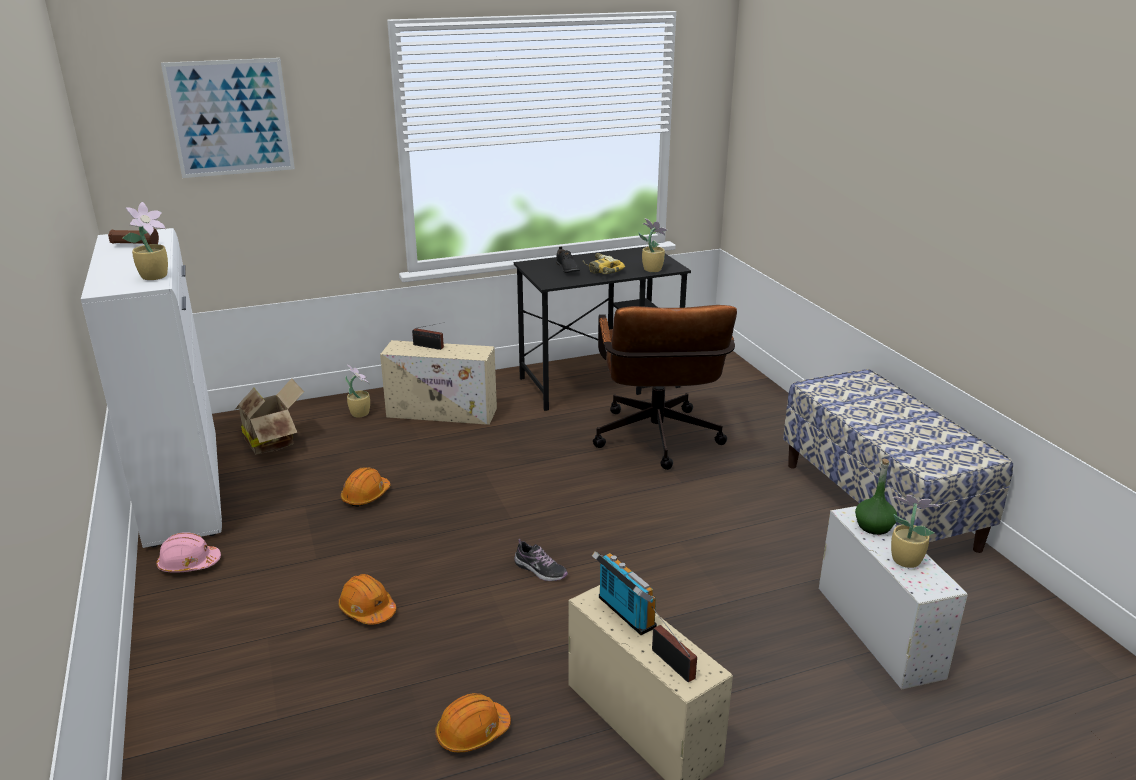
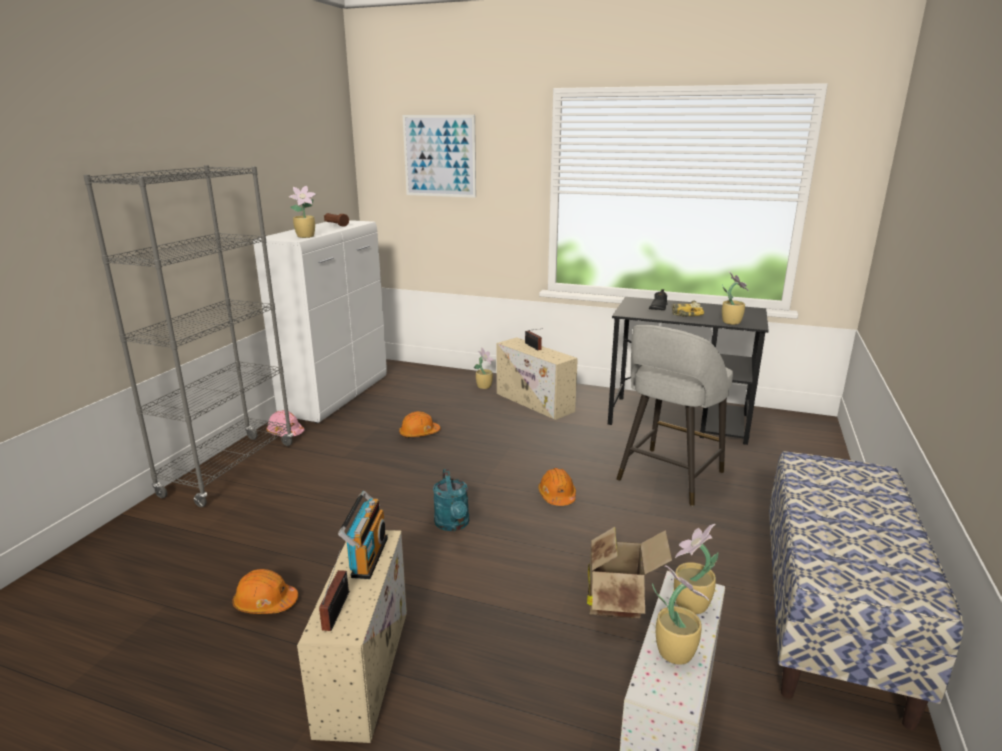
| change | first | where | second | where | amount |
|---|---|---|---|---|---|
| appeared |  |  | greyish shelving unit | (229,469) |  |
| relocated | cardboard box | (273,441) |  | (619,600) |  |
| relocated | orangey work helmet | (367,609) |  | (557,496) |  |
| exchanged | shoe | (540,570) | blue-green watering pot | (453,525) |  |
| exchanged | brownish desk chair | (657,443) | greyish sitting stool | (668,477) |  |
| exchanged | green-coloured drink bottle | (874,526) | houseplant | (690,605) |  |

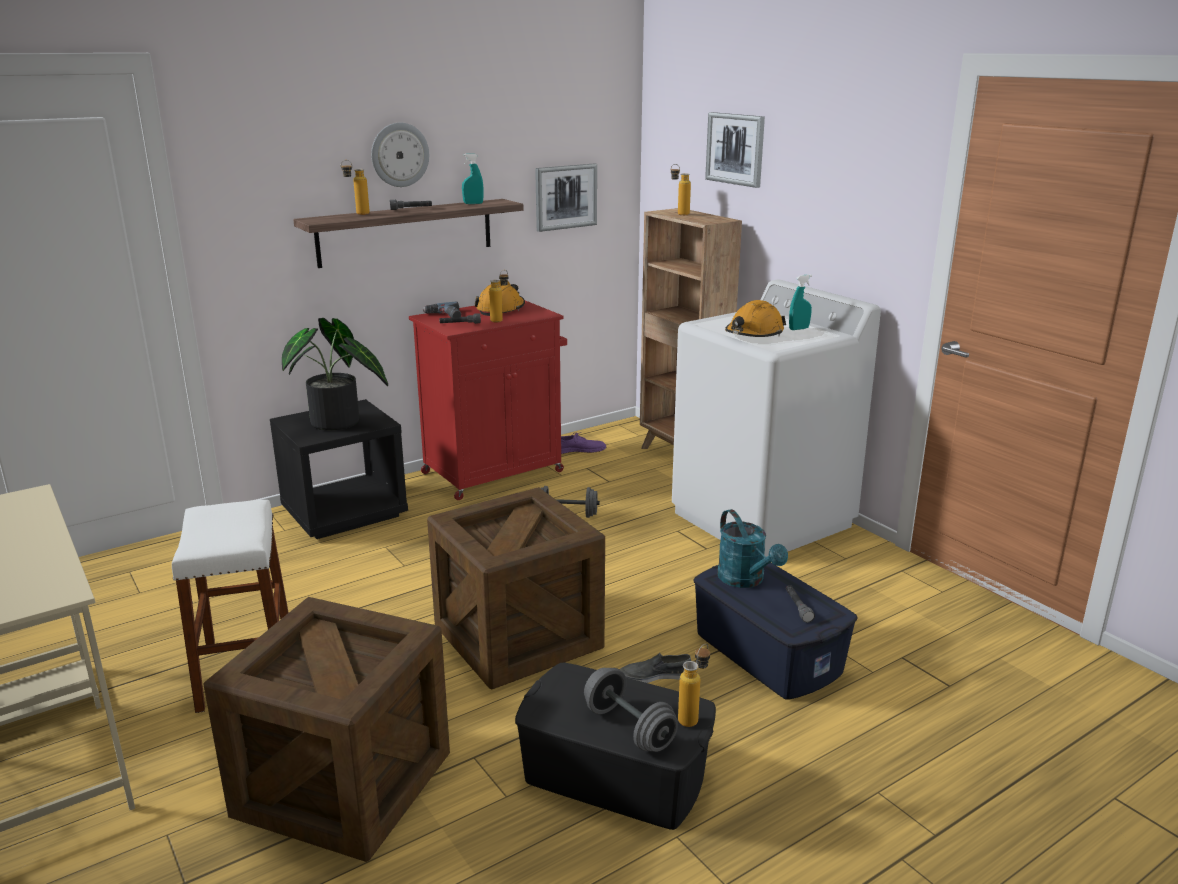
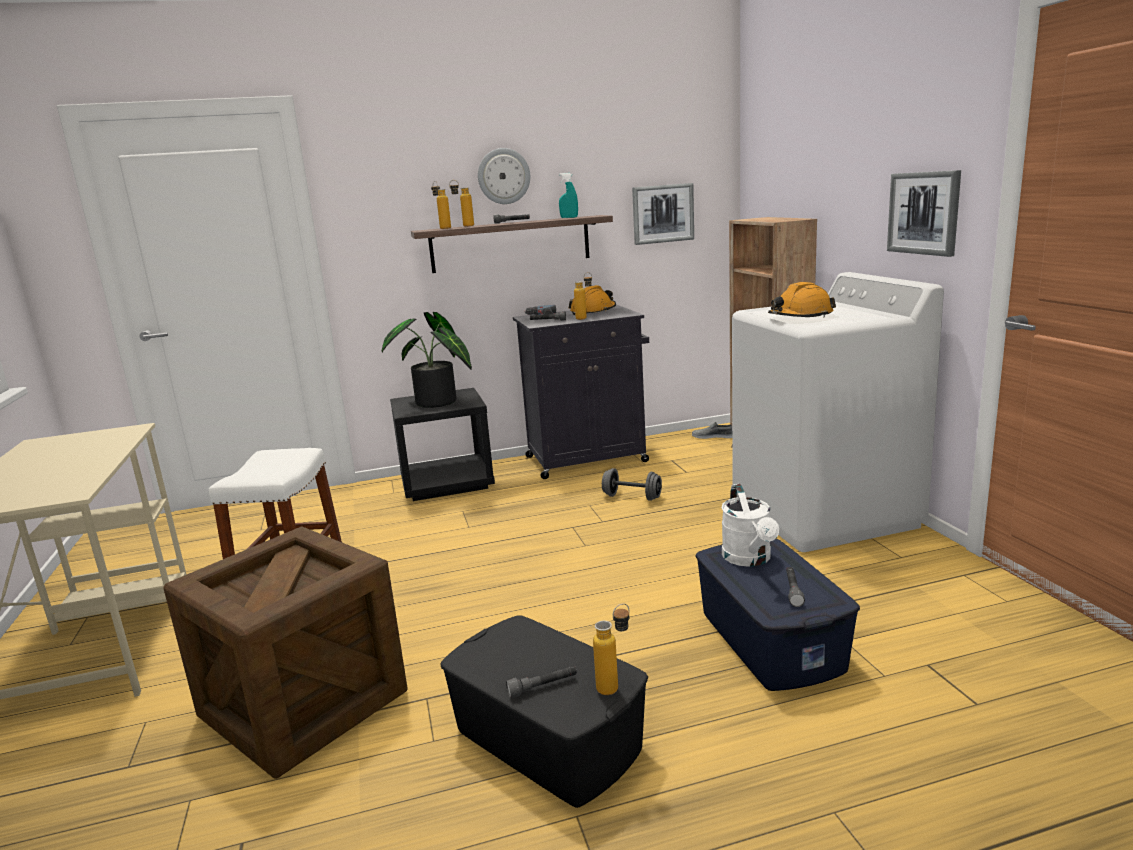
| change | first | where | second | where | amount |
|---|---|---|---|---|---|
| missing | crate | (518,637) |  |  |  |
| missing | purple-coloured shoe | (578,450) |  |  |  |
| missing | blue-green hand sprayer | (799,329) |  |  |  |
| relocated | greyish shoe | (655,675) |  | (713,436) |  |
| relocated | drink bottle | (679,214) |  | (443,228) |  |
| relocated | wall picture | (735,149) |  | (924,213) |  |
| exchanged | greyish dumbbell | (629,728) | greyish torch | (543,687) |  |
| colour | red-coloured cabinet | (495,471) | black cabinet | (588,459) |  |
| colour | blue-green watering pot | (746,580) | whitish watering pot | (749,559) |  |

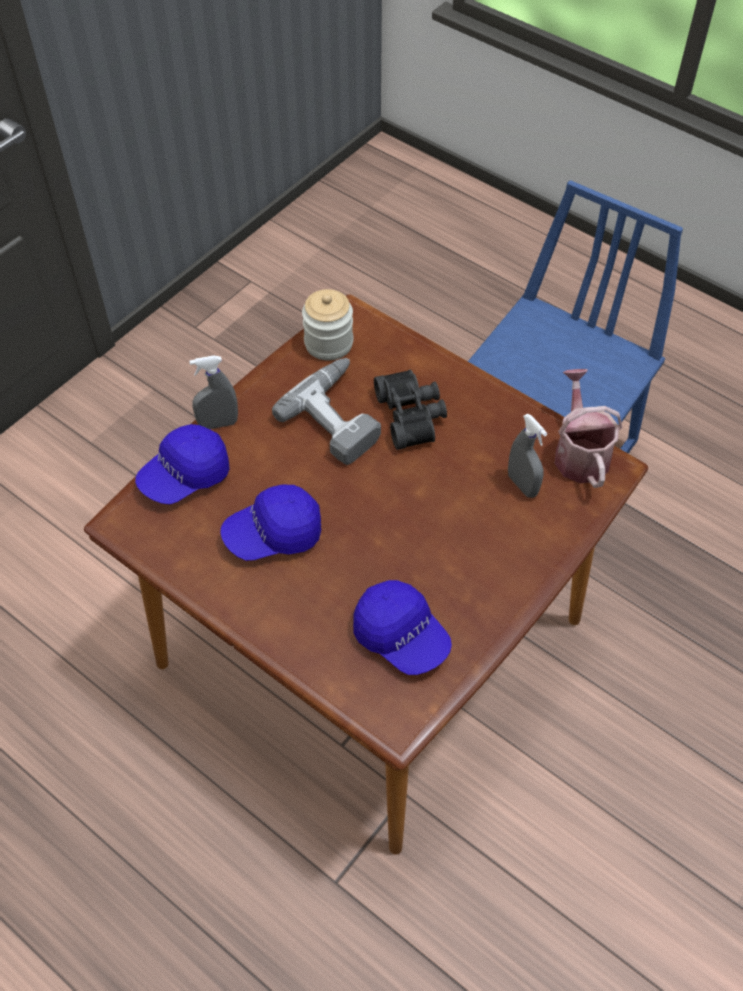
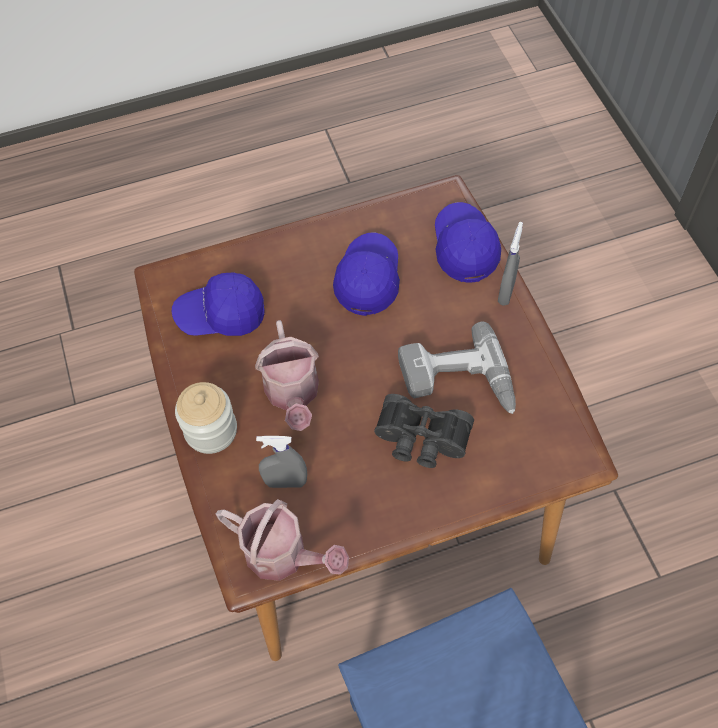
| change | first | where | second | where | amount |
|---|---|---|---|---|---|
| appeared |  |  | watering pot | (293,394) |  |
| relocated | preserve jar | (328,343) |  | (211,430) |  |

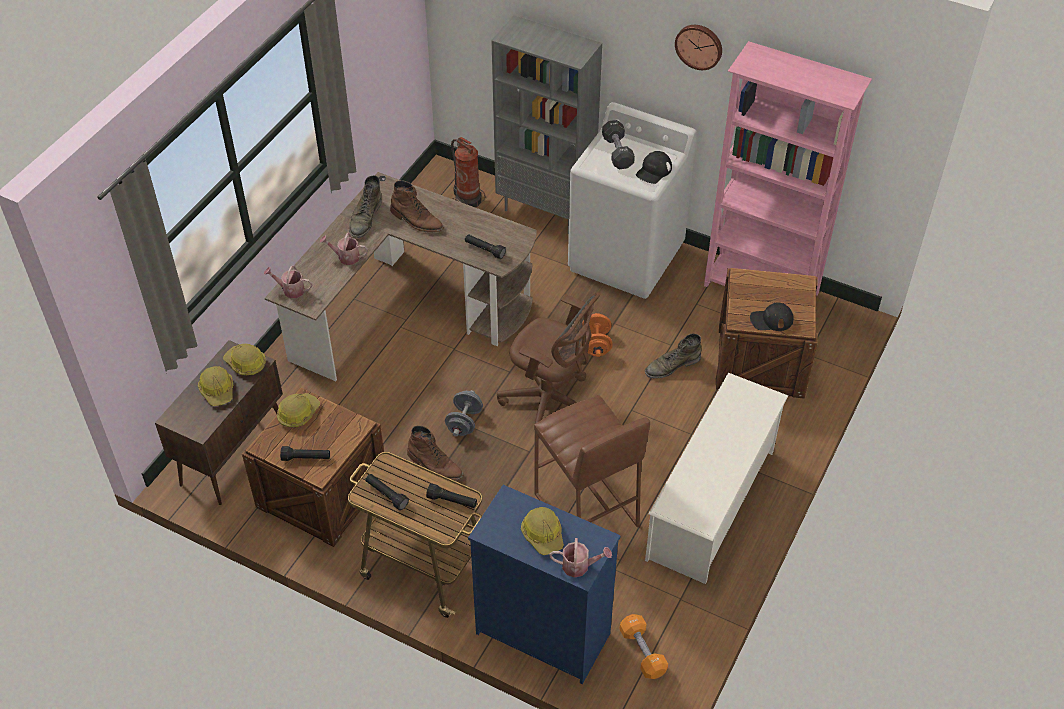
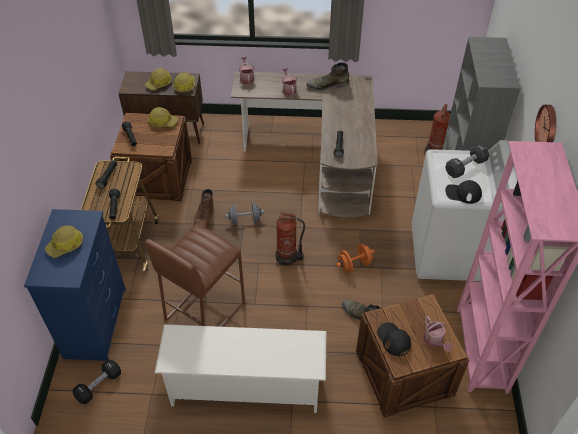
| change | first | where | second | where | amount |
|---|---|---|---|---|---|
| missing | brownish boot | (416,220) |  |  |  |
| relocated | watering pot | (579,566) |  | (434,341) |  |
| exchanged | brownish desk chair | (550,401) | fire-fighting cylinder | (287,257) |  |
| colour | orangey dumbbell | (642,652) | black dumbbell | (99,385) |  |

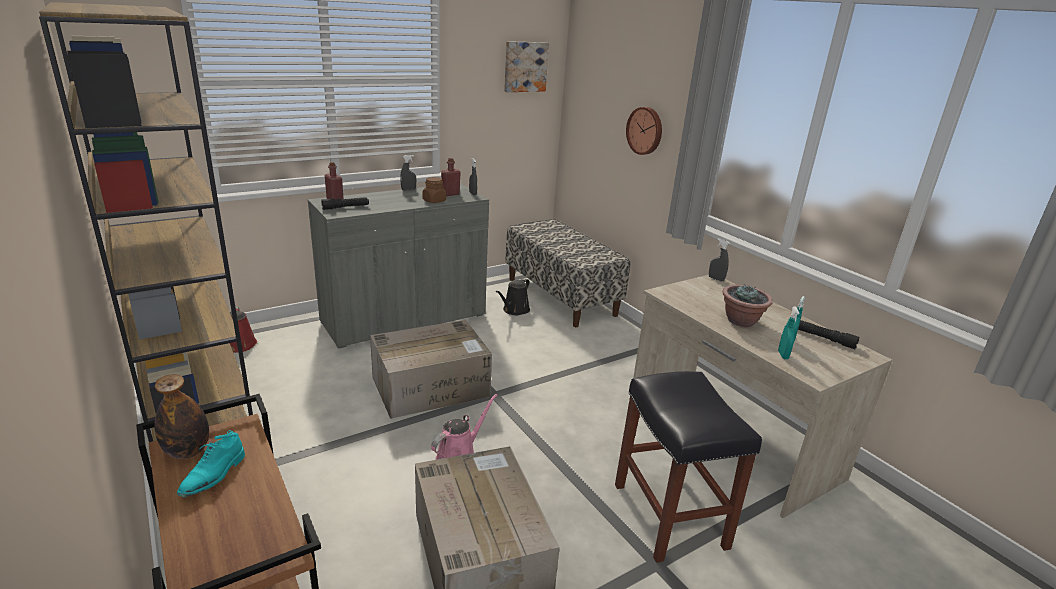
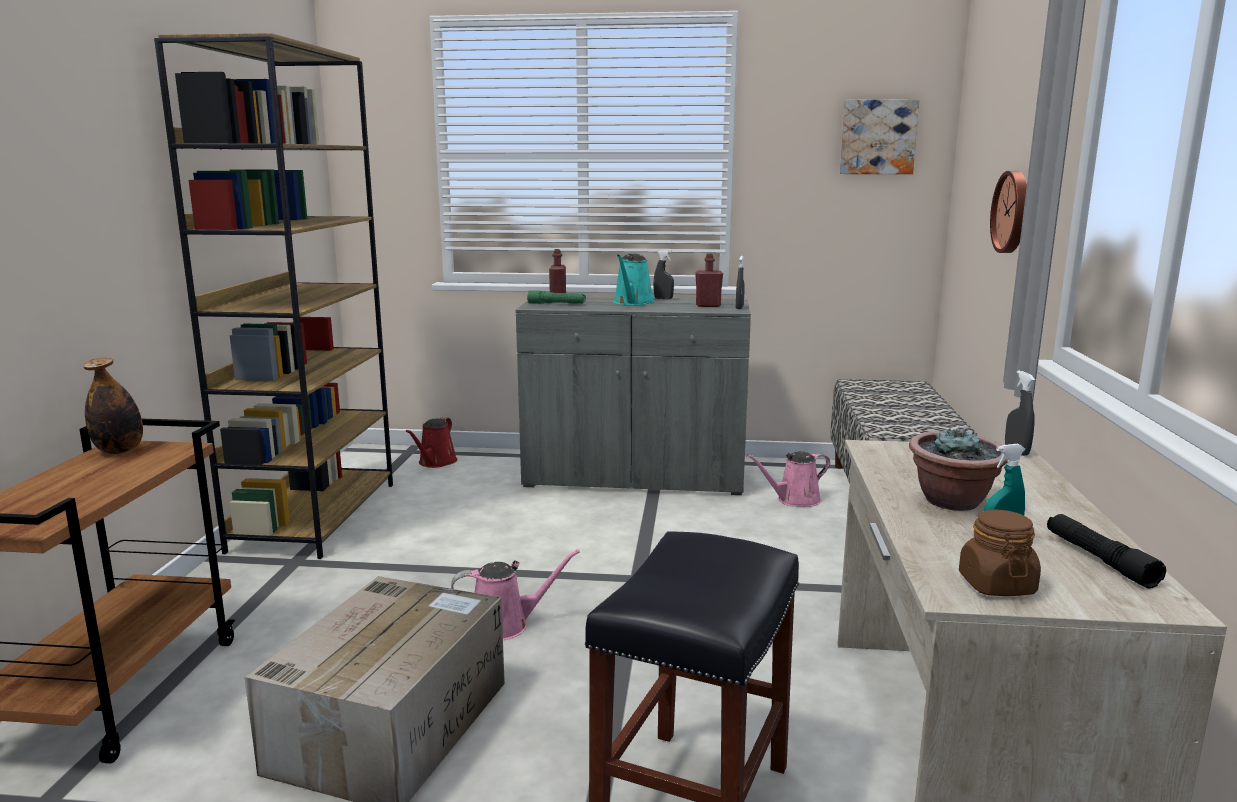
| change | first | where | second | where | amount |
|---|---|---|---|---|---|
| missing | blue-green shoe | (214,476) |  |  |  |
| missing | cardboard box | (432,386) |  |  |  |
| missing | blue-green hand sprayer | (783,355) |  |  |  |
| appeared |  |  | blue-green watering pot | (632,302) |  |
| relocated | brownish preserve jar | (434,201) |  | (996,585) |  |
| colour | black torch | (345,207) | green-coloured torch | (556,304) |  |
| colour | black watering pot | (514,310) | pinkish watering pot | (794,500) |  |

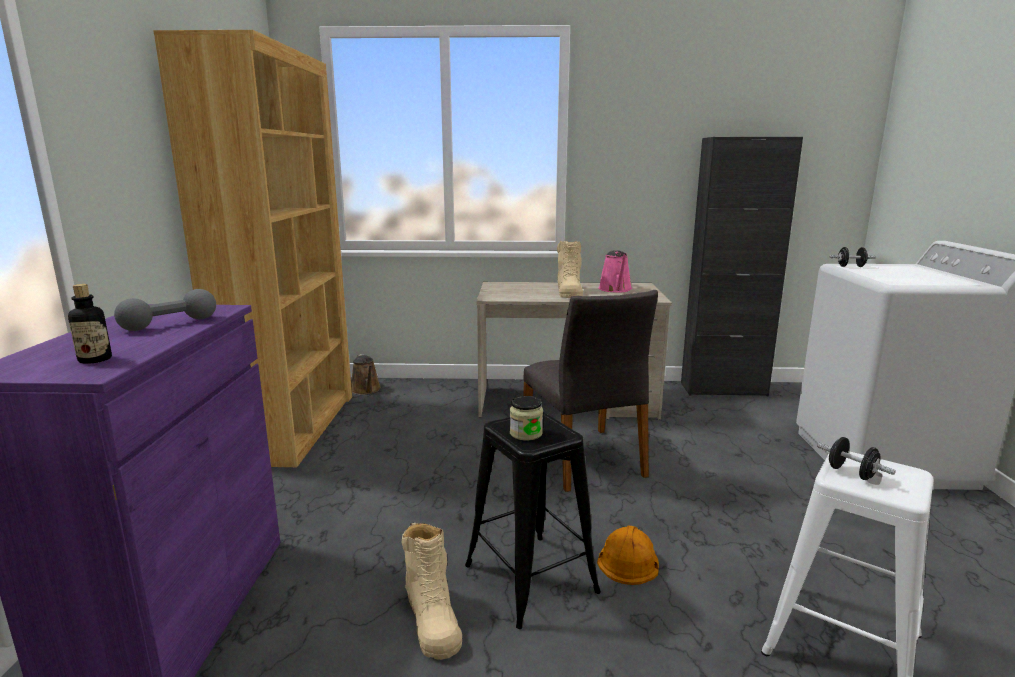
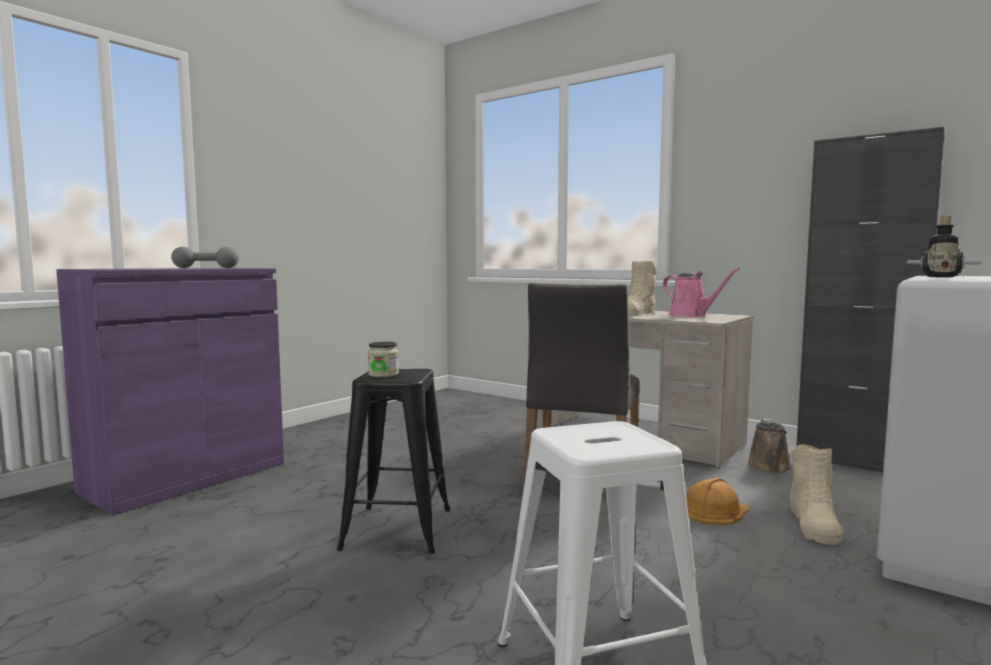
| change | first | where | second | where | amount |
|---|---|---|---|---|---|
| missing | brownish shelving unit | (294,427) |  |  |  |
| missing | black dumbbell | (851,473) |  |  |  |
| relocated | drink bottle | (95,359) |  | (940,277) |  |
| relocated | brownish watering pot | (366,390) |  | (770,468) |  |
| relocated | beige-coloured boot | (432,619) |  | (814,524) |  |
| relocated | orangey work helmet | (628,559) |  | (714,510) |  |
| spun | pinkish watering pot | (616,289) |  | (691,315) | 75 degrees counterclockwise |

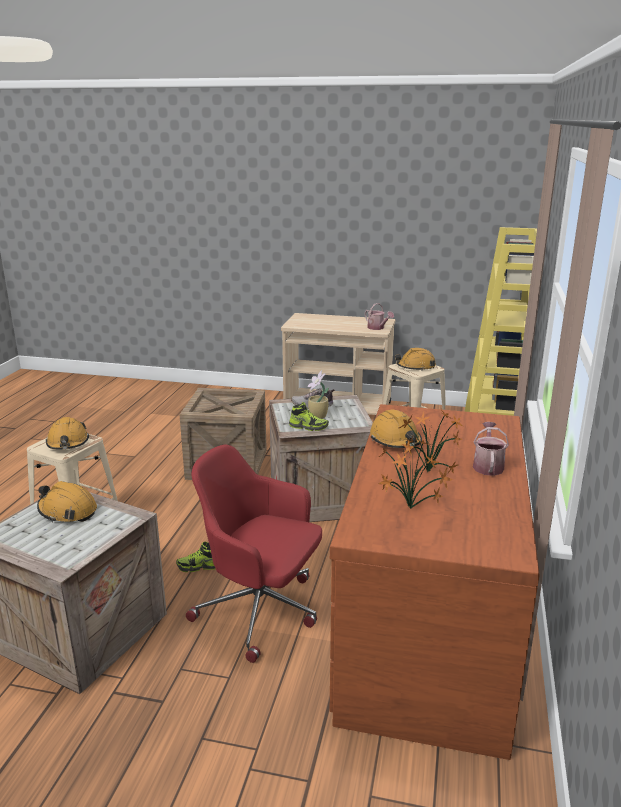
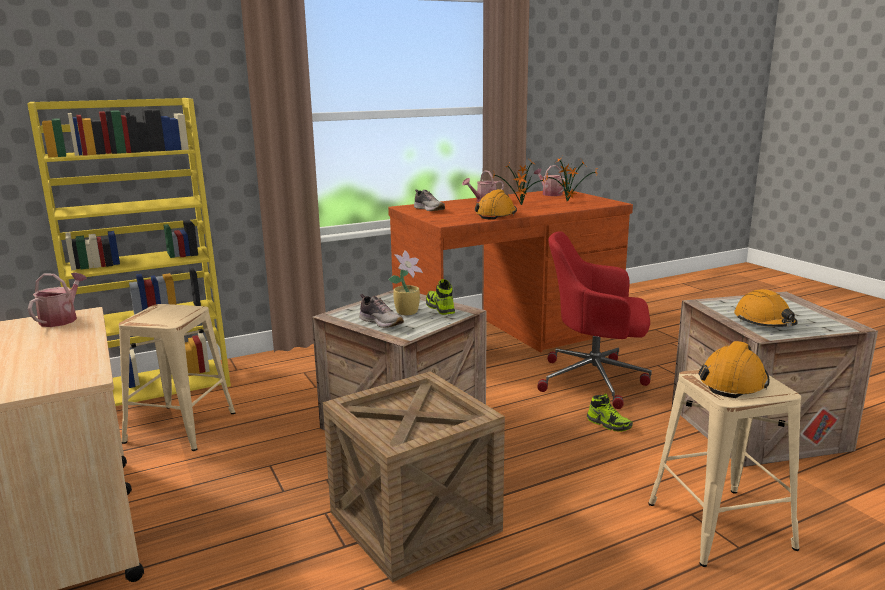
| change | first | where | second | where | amount |
|---|---|---|---|---|---|
| missing | orangey work helmet | (415,367) |  |  |  |
| appeared |  |  | shoe | (429,209) |  |
| appeared |  |  | watering pot | (550,194) |  |
| spun | red-coloured desk chair | (261,610) |  | (595,380) | 120 degrees clockwise |

